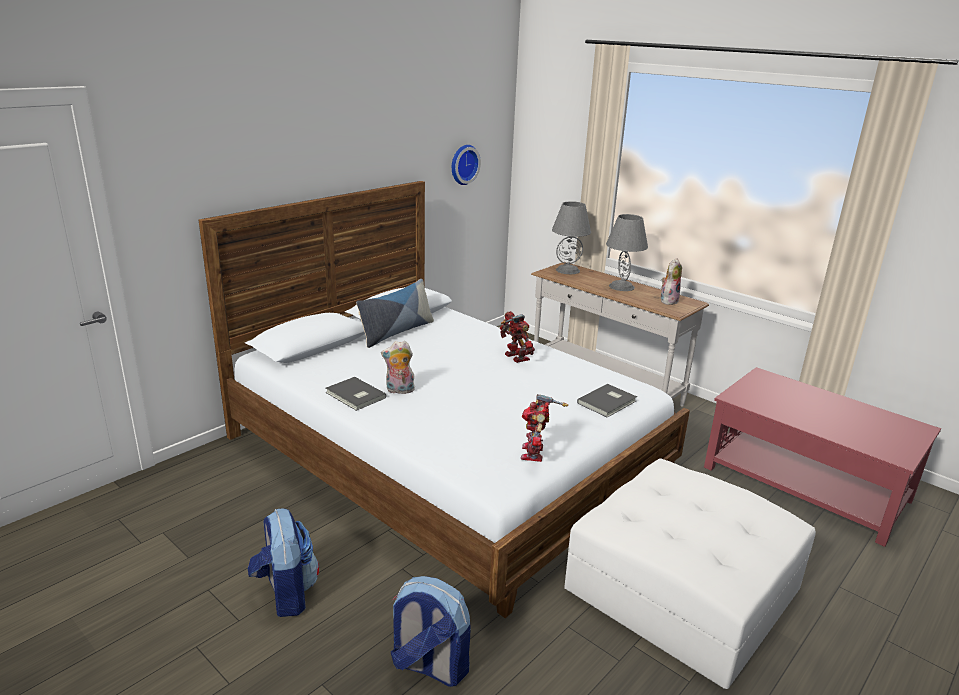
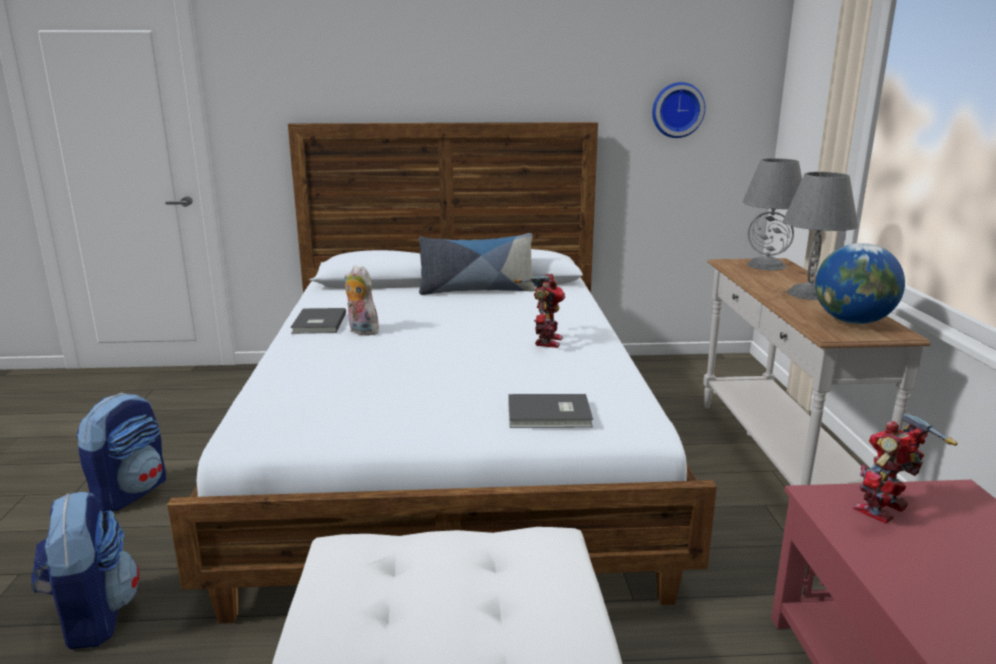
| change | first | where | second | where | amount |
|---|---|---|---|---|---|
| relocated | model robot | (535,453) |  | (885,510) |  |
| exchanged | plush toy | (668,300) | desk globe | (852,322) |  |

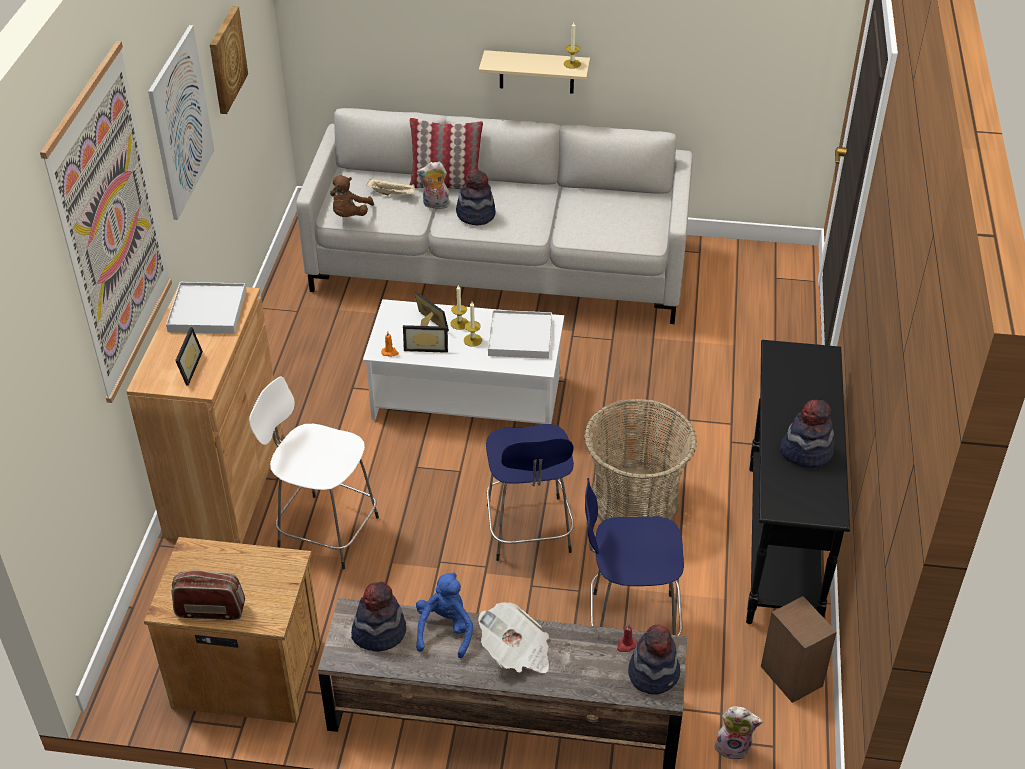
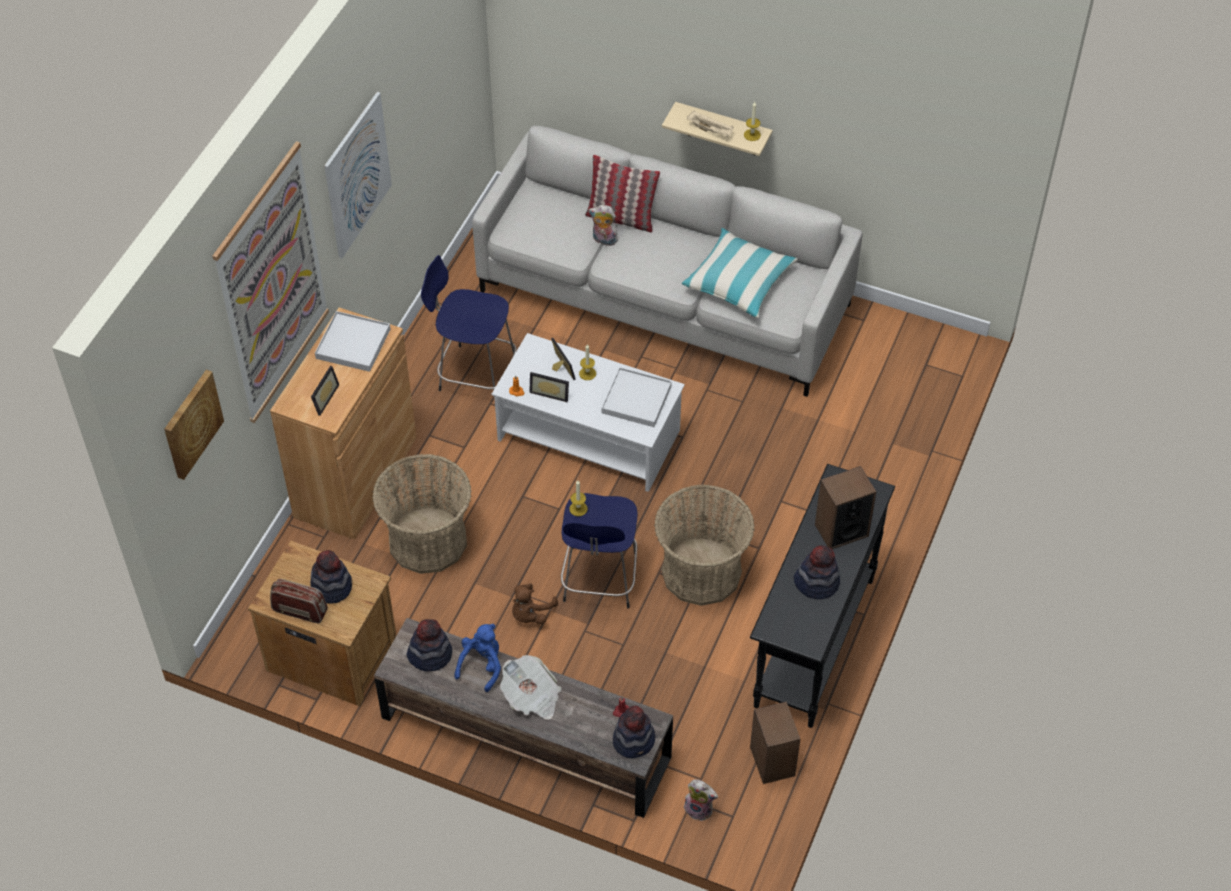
| change | first | where | second | where | amount |
|---|---|---|---|---|---|
| appeared |  |  | cushion | (739,282) |  |
| appeared |  |  | loudspeaker | (841,530) |  |
| relocated | wall picture | (226,59) |  | (191,423) |  |
| relocated | brownish plush toy | (349,215) |  | (530,613) |  |
| relocated | beige-coloured tray | (392,193) |  | (710,130) |  |
| relocated | clothing hat | (476,214) |  | (332,586) |  |
| relocated | wax candle | (472,340) |  | (578,508) |  |
| relocated | blue-coloured sitting stool | (629,624) |  | (474,373) |  |
| exchanged | whitish sitting stool | (325,530) | storage basket | (427,540) |  |

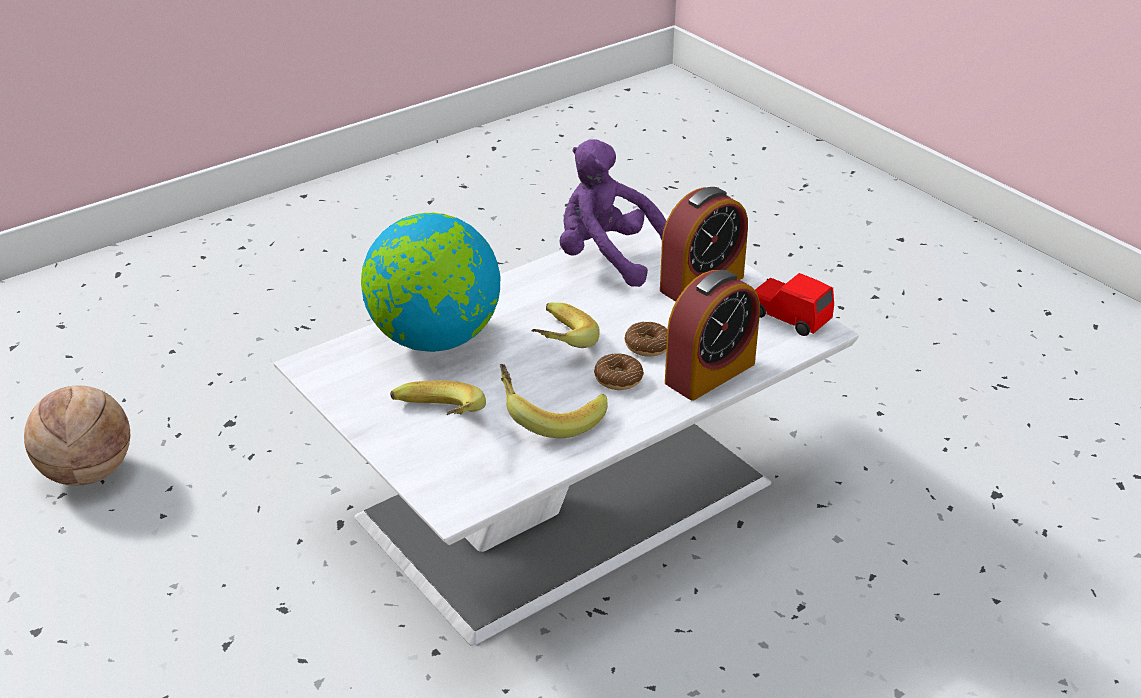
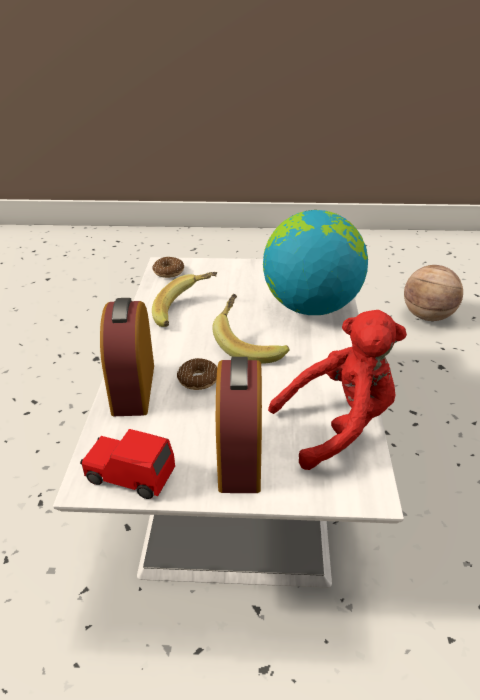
| change | first | where | second | where | amount |
|---|---|---|---|---|---|
| missing | whole banana | (437,423) |  |  |  |
| relocated | doughnut | (618,379) |  | (168,272) |  |
| colour | purple-coloured plush toy | (608,258) | red-coloured plush toy | (339,425) |  |
| spun | red-coloured model car | (789,318) |  | (130,476) | 150 degrees counterclockwise |

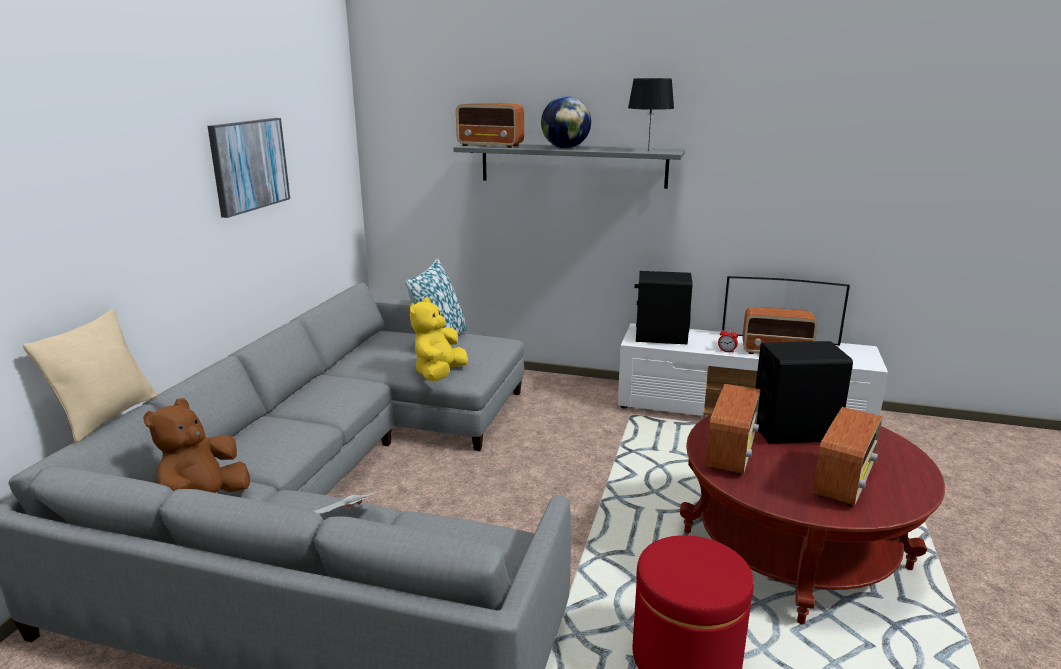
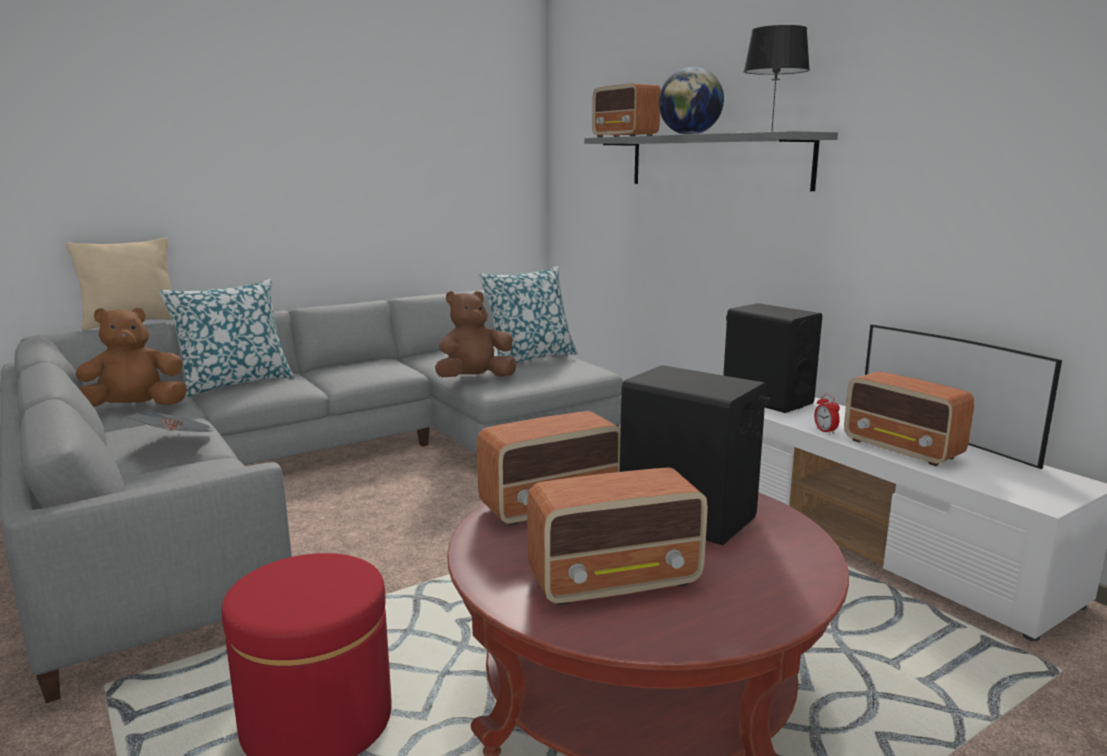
| change | first | where | second | where | amount |
|---|---|---|---|---|---|
| missing | wall picture | (249,165) |  |  |  |
| appeared |  |  | cushion | (234,383) |  |
| colour | yellowish plush toy | (439,374) | brownish plush toy | (475,379) |  |

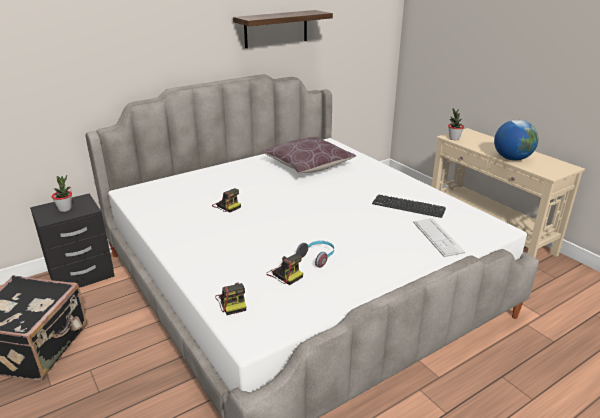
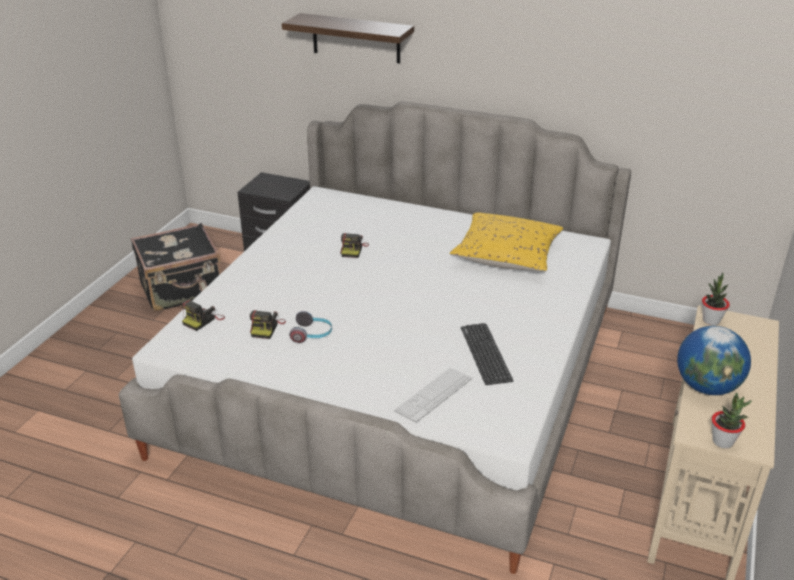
| change | first | where | second | where | amount |
|---|---|---|---|---|---|
| relocated | houseplant | (65,209) |  | (723,442) |  |
| relocated | shelf | (276,29) |  | (356,38) |  |
| colour | brownish cushion | (308,165) | yellowish cushion | (506,255) |  |

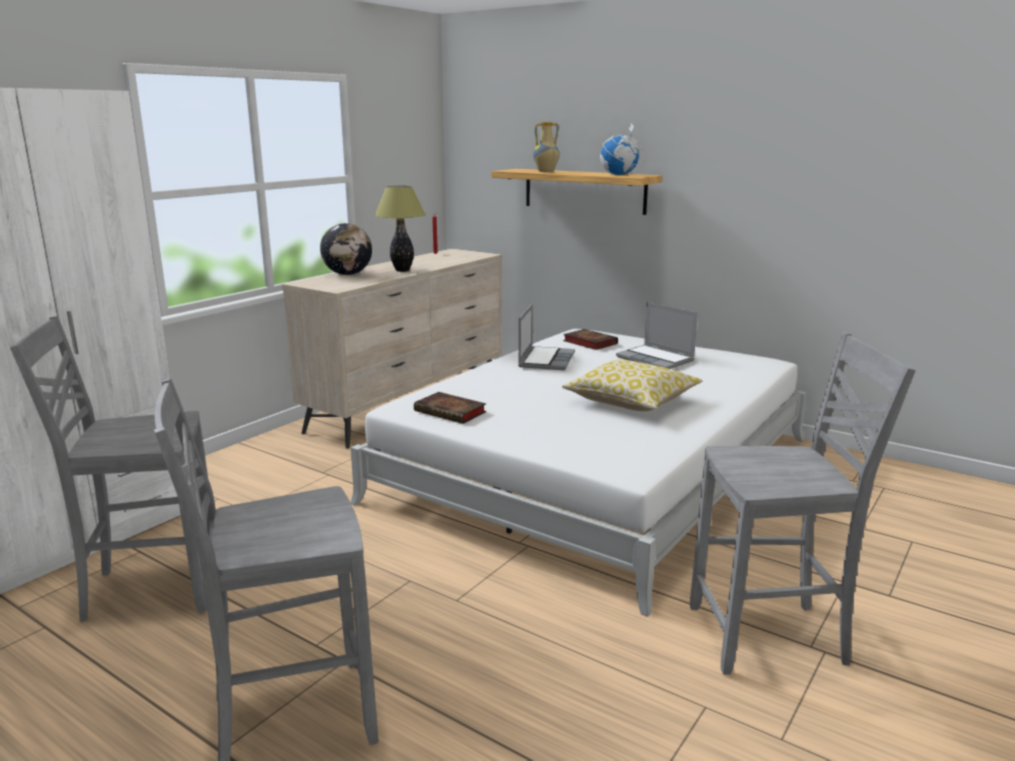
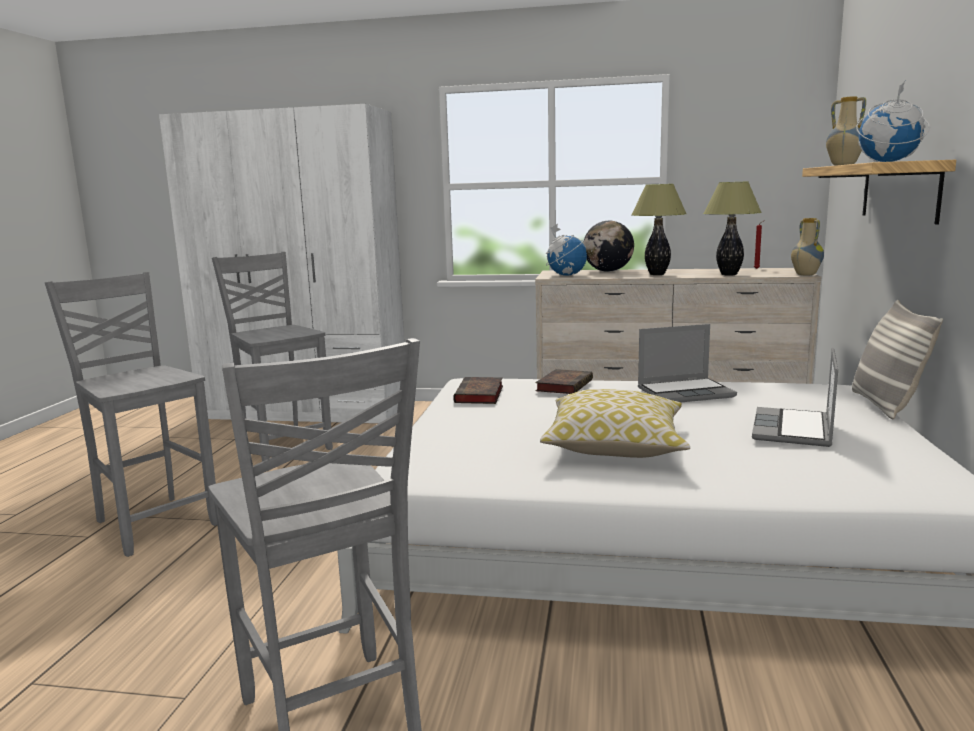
| change | first | where | second | where | amount |
|---|---|---|---|---|---|
| appeared |  |  | desk globe | (566,275) |  |
| appeared |  |  | lamp for a table | (728,274) |  |
| appeared |  |  | flower vase | (805,274) |  |
| appeared |  |  | cushion | (885,405) |  |
| relocated | bound book | (588,342) |  | (564,385) |  |

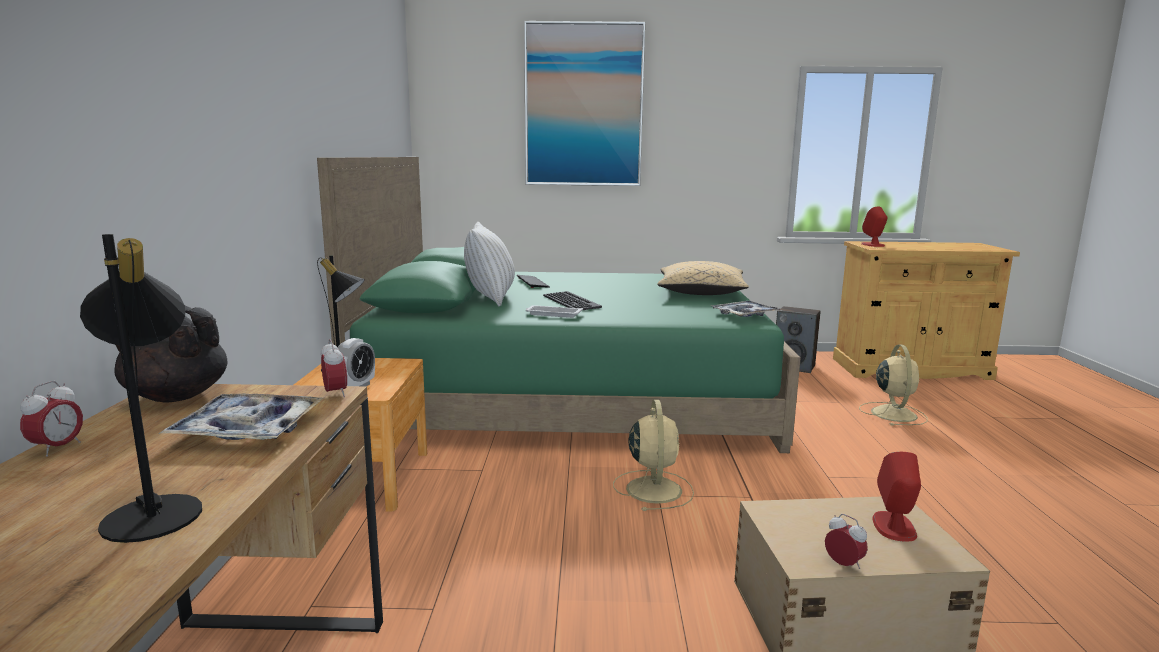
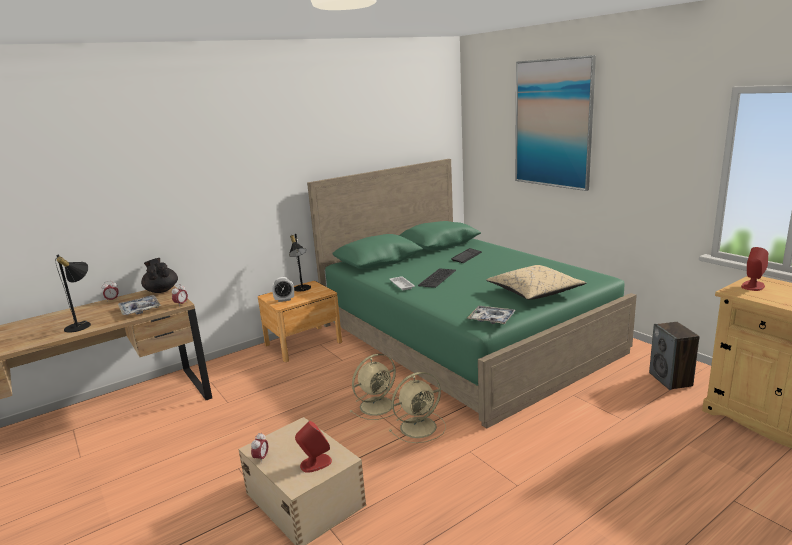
| change | first | where | second | where | amount |
|---|---|---|---|---|---|
| missing | whitish cushion | (490,298) |  |  |  |
| relocated | beige-coloured fan | (893,413) |  | (419,426) |  |

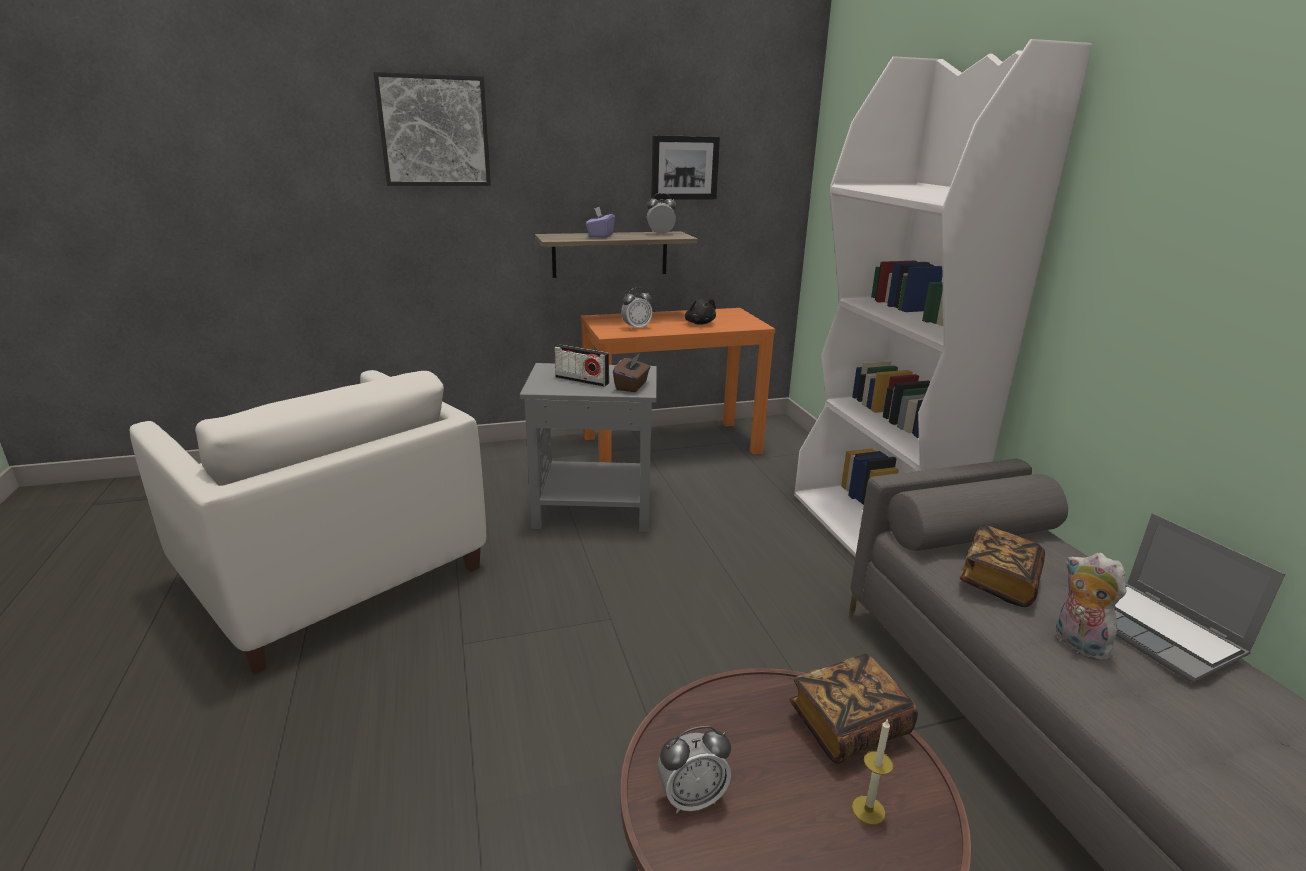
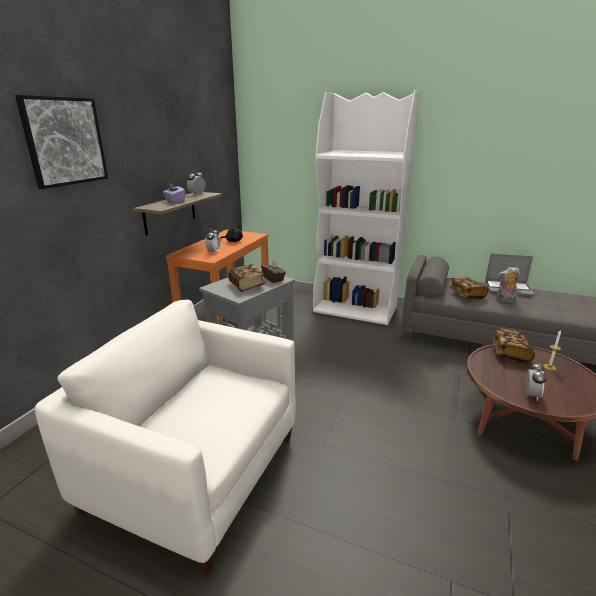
| change | first | where | second | where | amount |
|---|---|---|---|---|---|
| missing | wall picture | (684,168) |  |  |  |
| exchanged | radio receiver | (582,380) | bound book | (247,285) |  |
| spun | whitish armchair | (334,572) |  | (195,472) | 150 degrees counterclockwise |

